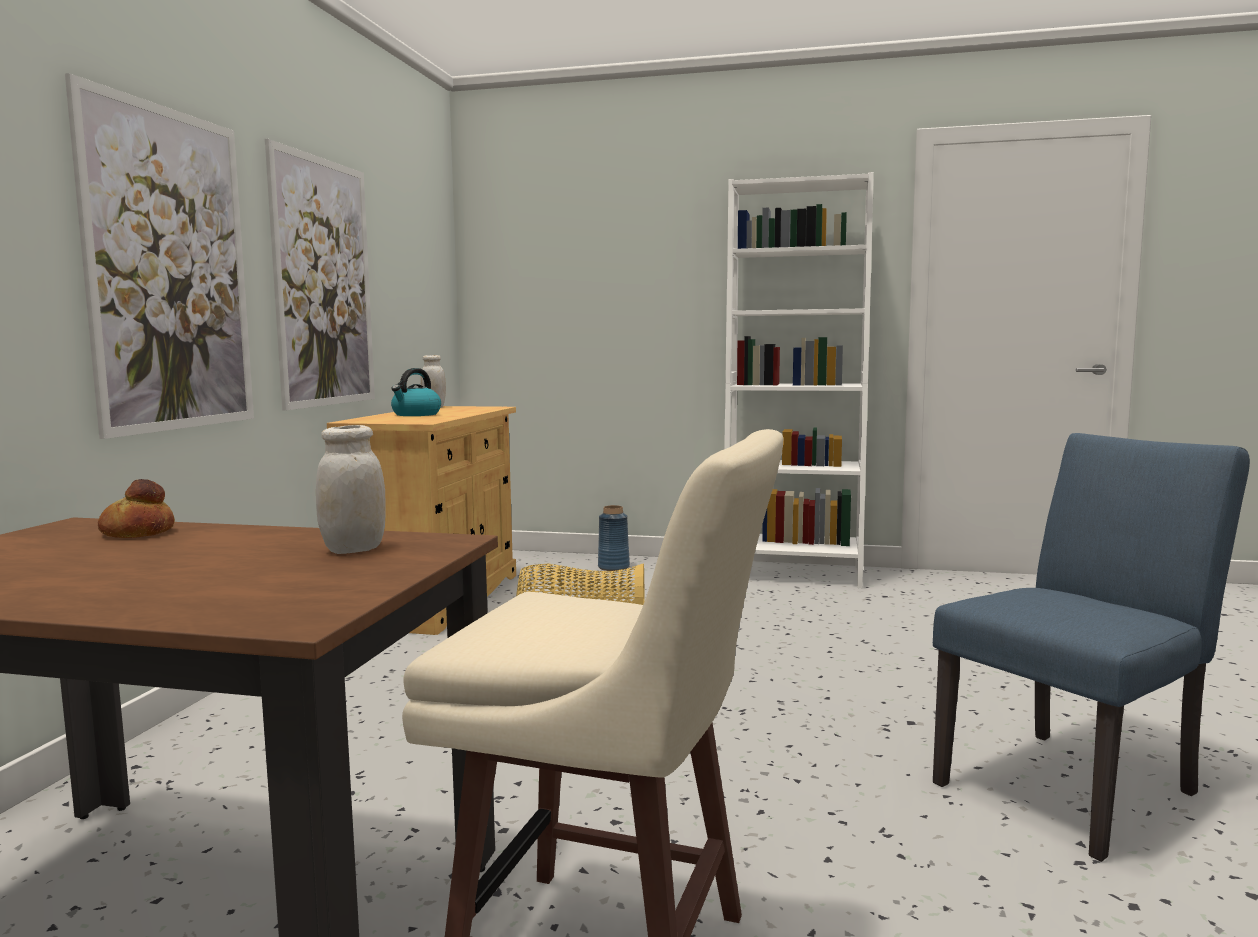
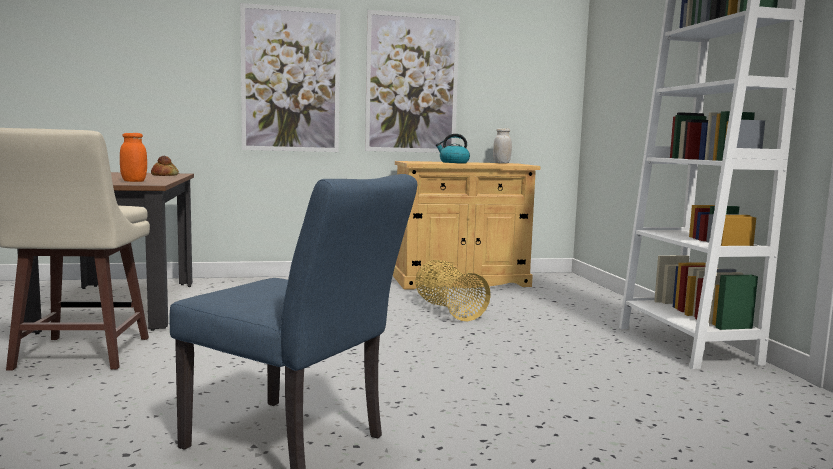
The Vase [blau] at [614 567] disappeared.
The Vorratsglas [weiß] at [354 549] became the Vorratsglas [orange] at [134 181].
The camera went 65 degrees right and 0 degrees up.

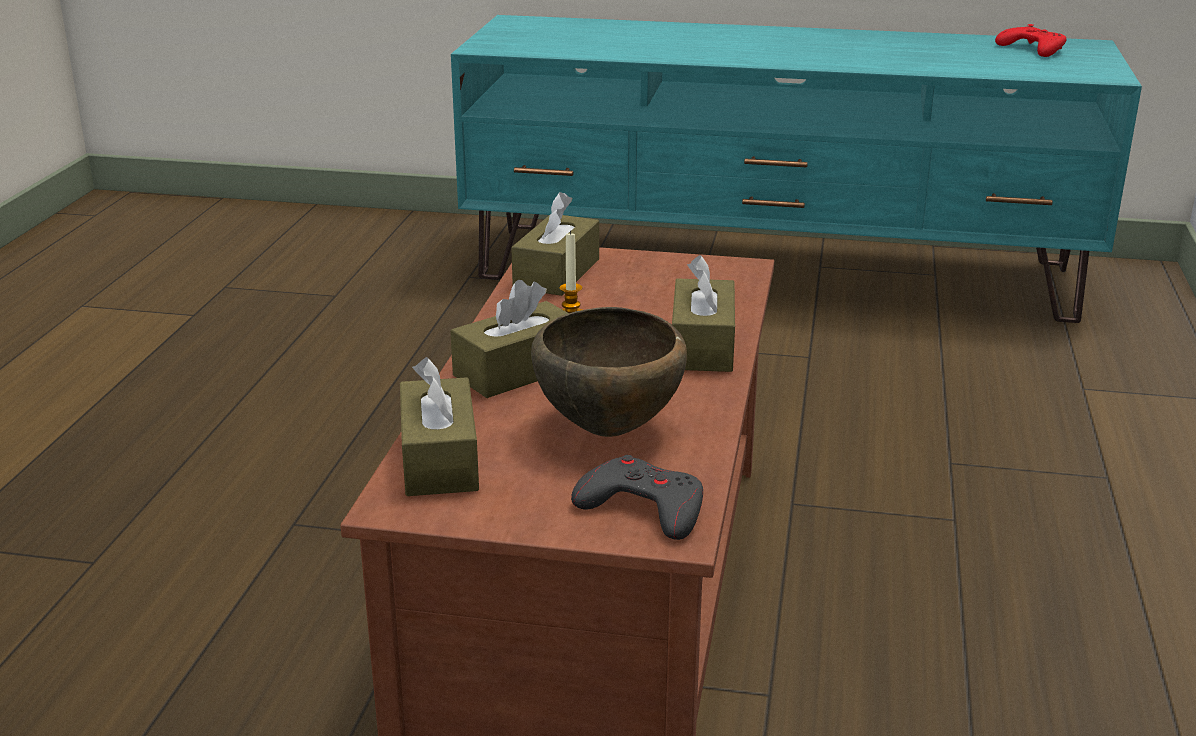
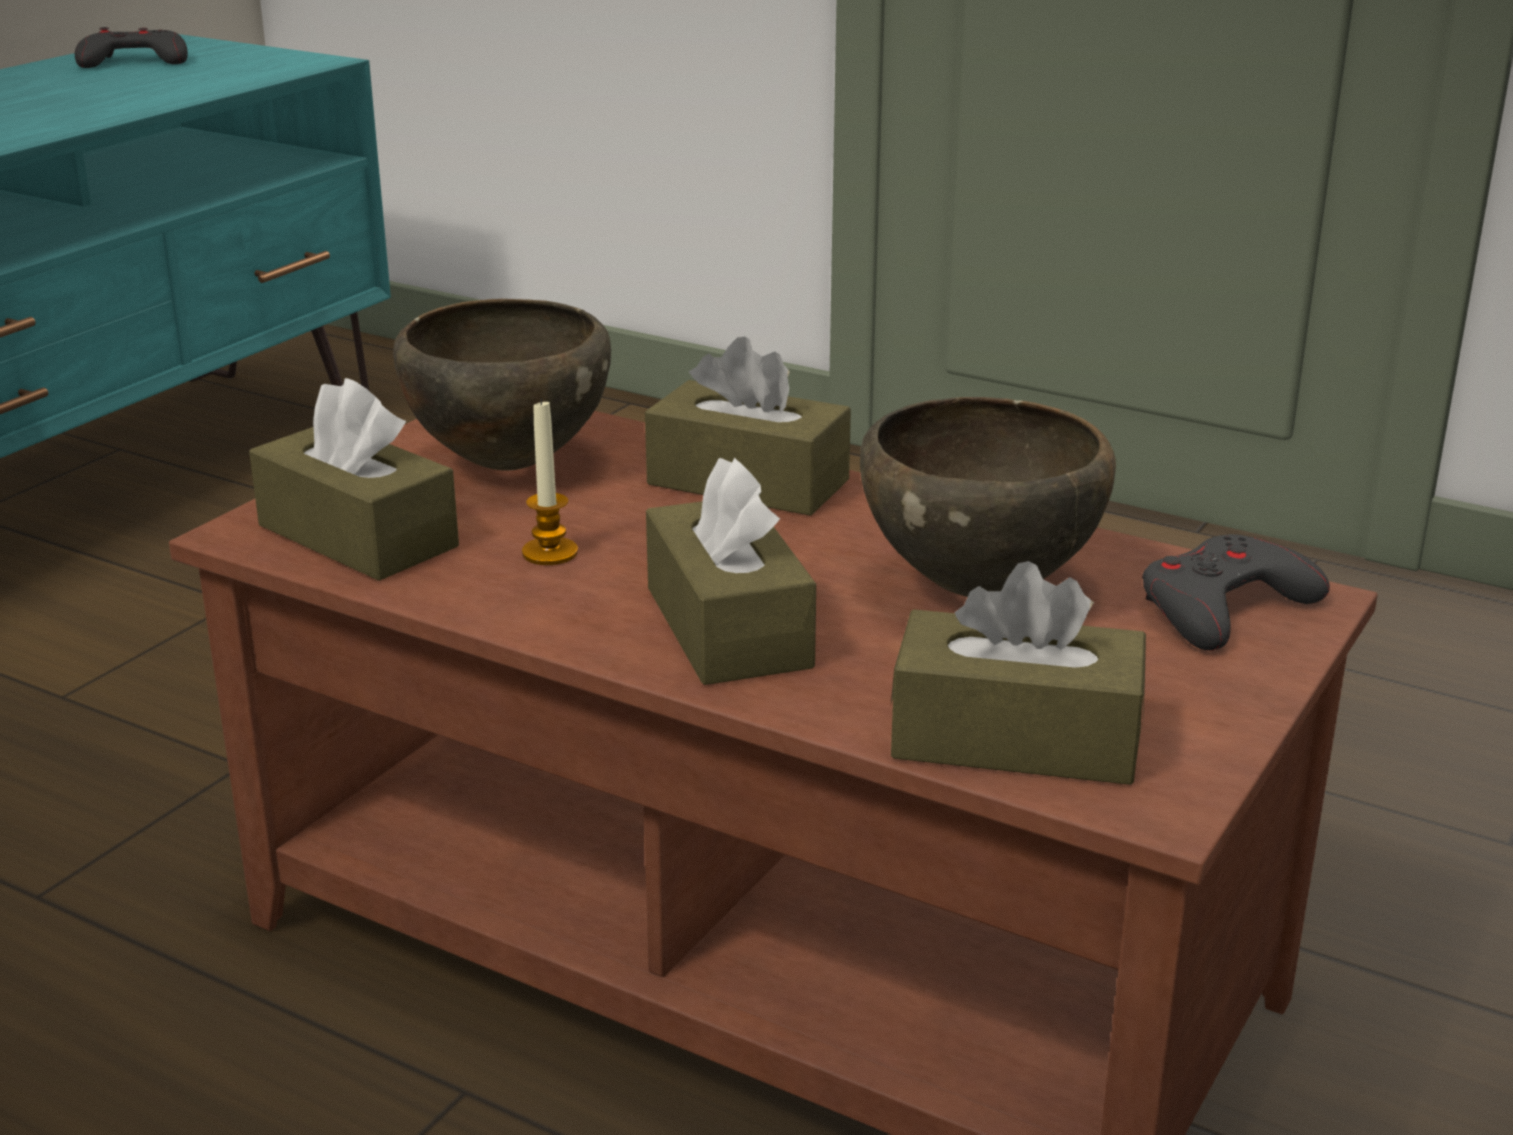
The Schüssel [braun] at [507 465] appeared.
The Gamepad [rot] at [1032 48] became the Gamepad [grau] at [133 61].
The camera went 70 degrees left and 0 degrees up.

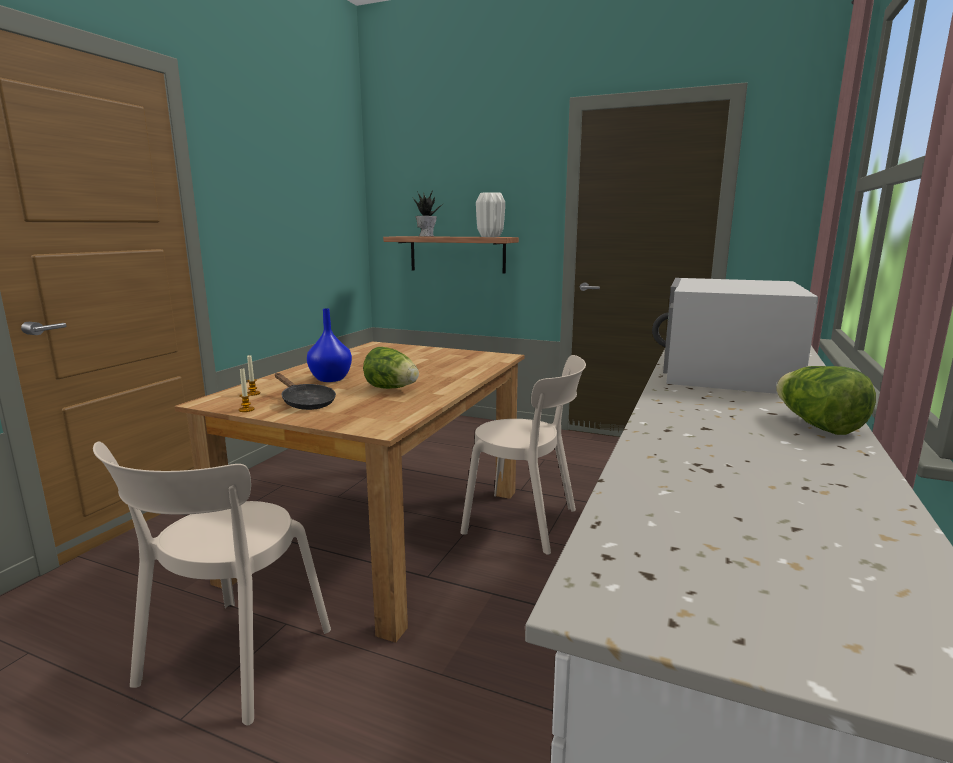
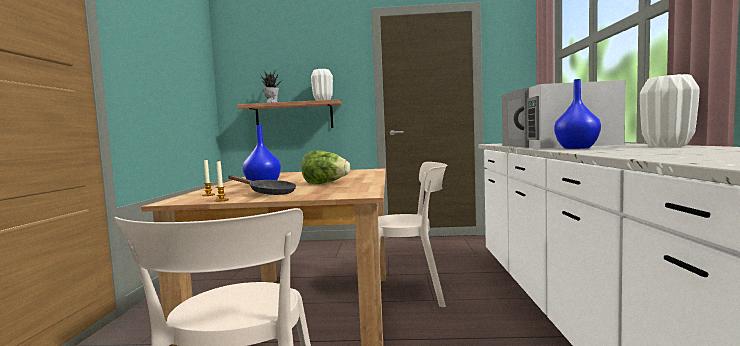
The Vase [blau] at [577 148] appeared.
The Salatkopf at [817 426] was replaced by the Vase [weiß] at [667 146].
The camera went 20 degrees left and 10 degrees down.

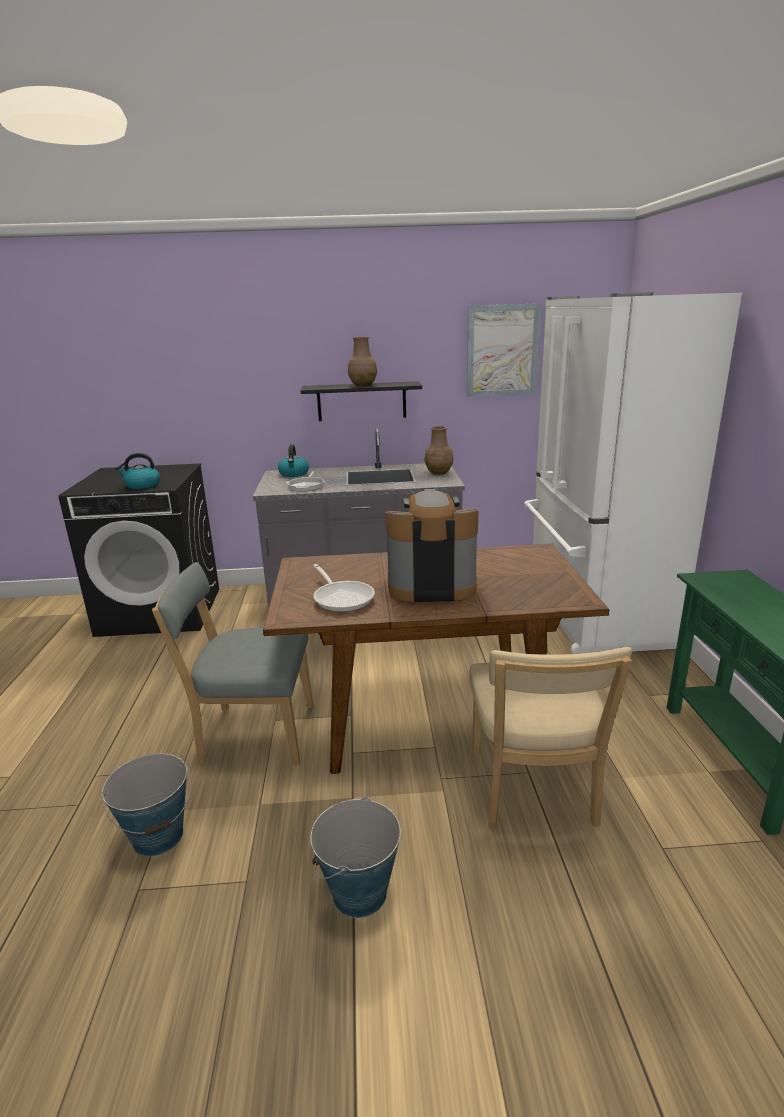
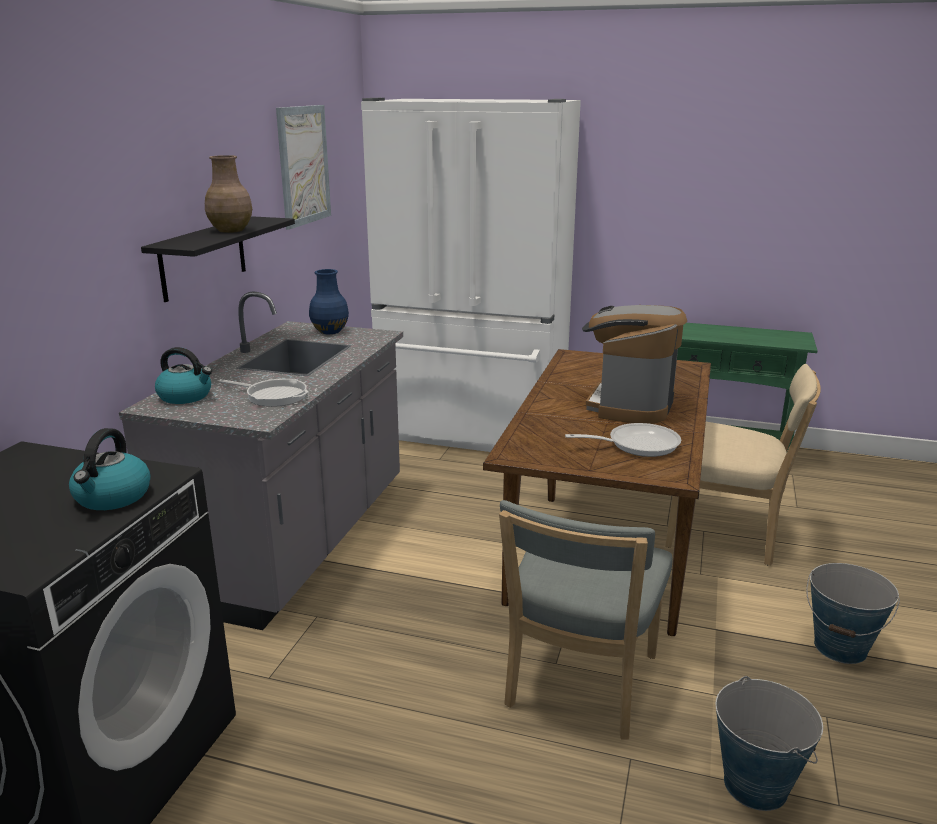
The Vase [braun] at [439 472] became the Vase [blau] at [330 331].
The camera went 70 degrees left and 0 degrees up.

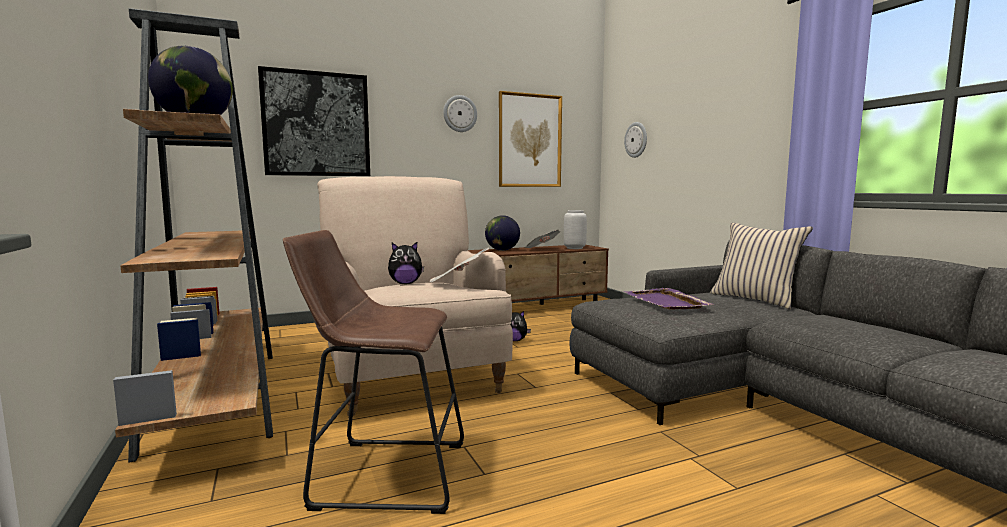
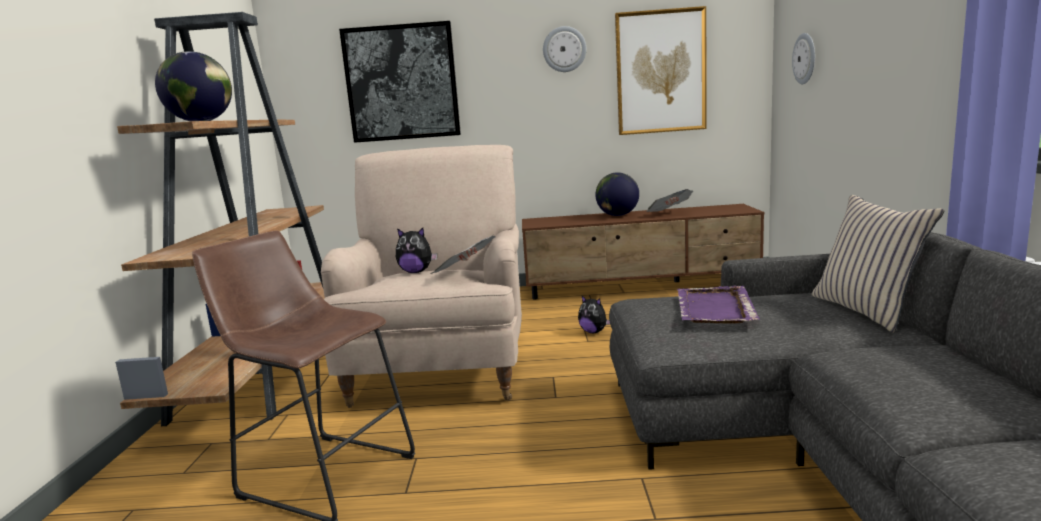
The Vase [grau] at [575 248] disappeared.
The camera went 25 degrees right and 5 degrees up.

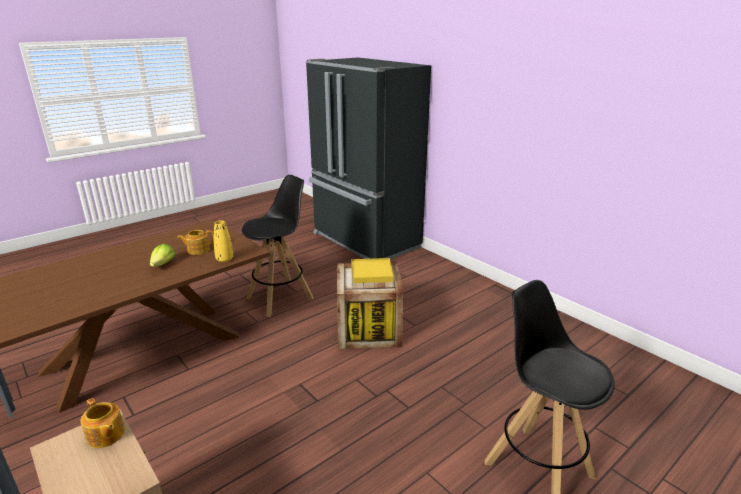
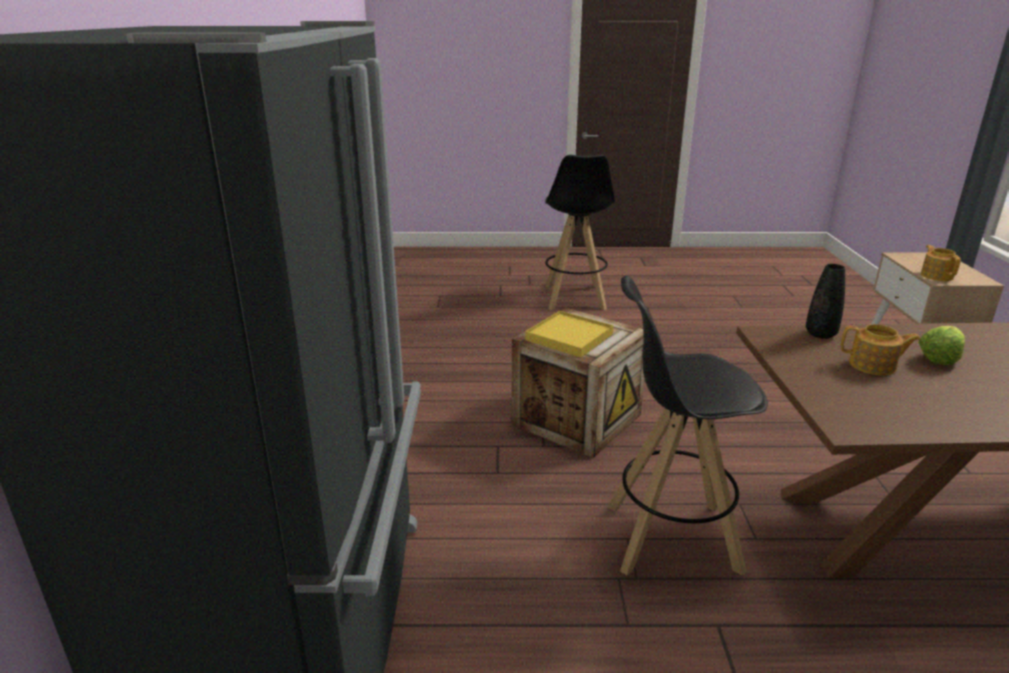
The Vase [gelb] at [224 259] became the Vase [schwarz] at [820 334].
The camera went 140 degrees left and 0 degrees up.

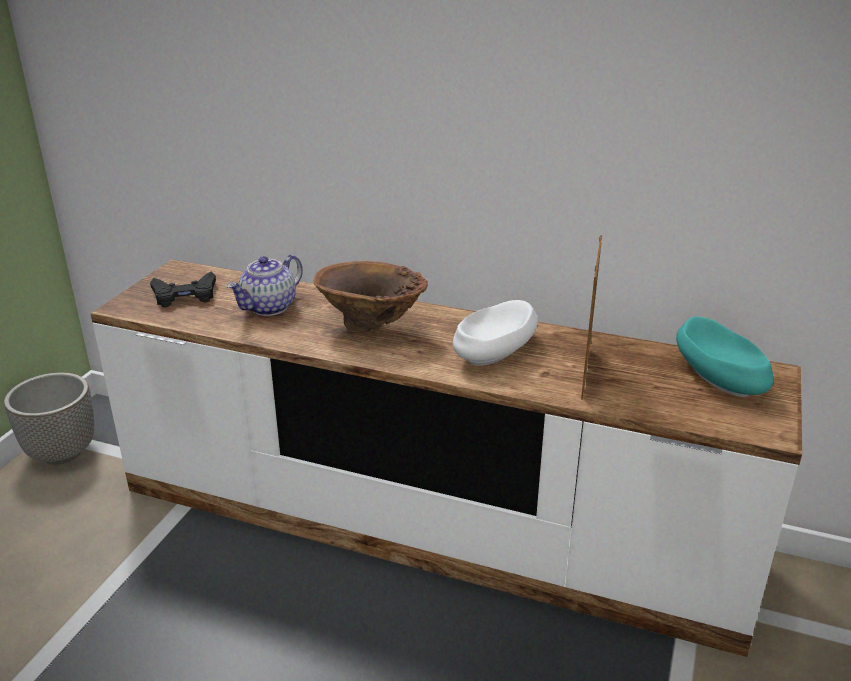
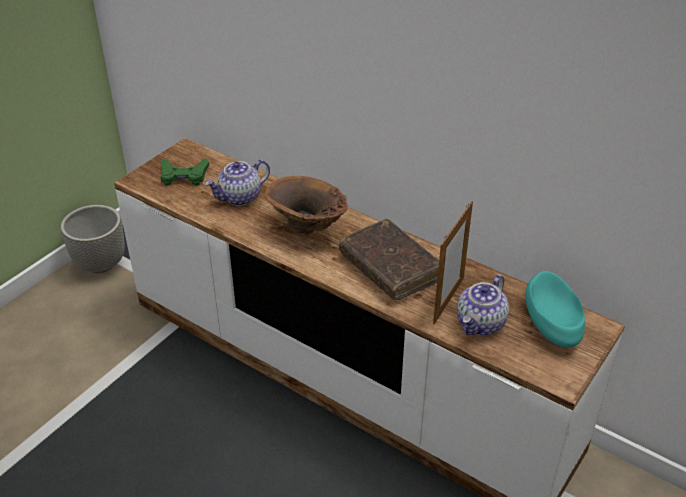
The Teekanne at [481 324] appeared.
The Schüssel [weiß] at [495 351] was replaced by the Buch [braun] at [390 268].
The Gamepad [schwarz] at [185 295] became the Gamepad [grün] at [183 176].
The camera went 15 degrees right and 10 degrees up.

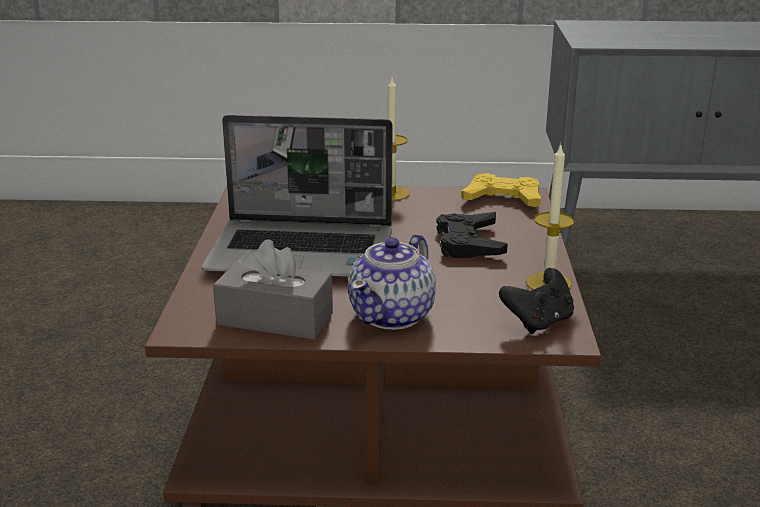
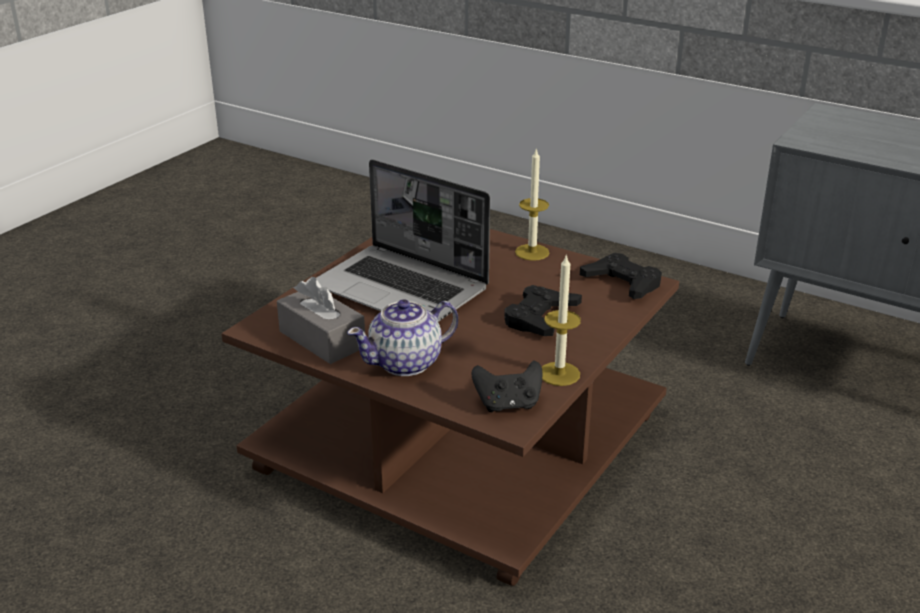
The Gamepad [gelb] at [503 199] became the Gamepad [schwarz] at [622 283].
The camera went 30 degrees right and 5 degrees up.

